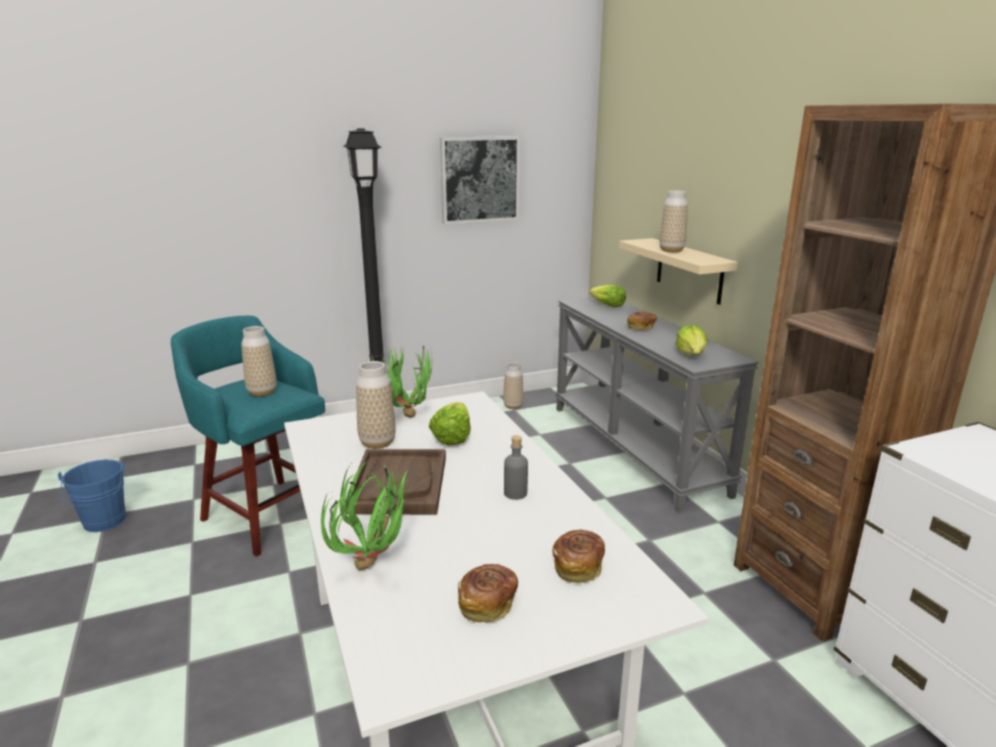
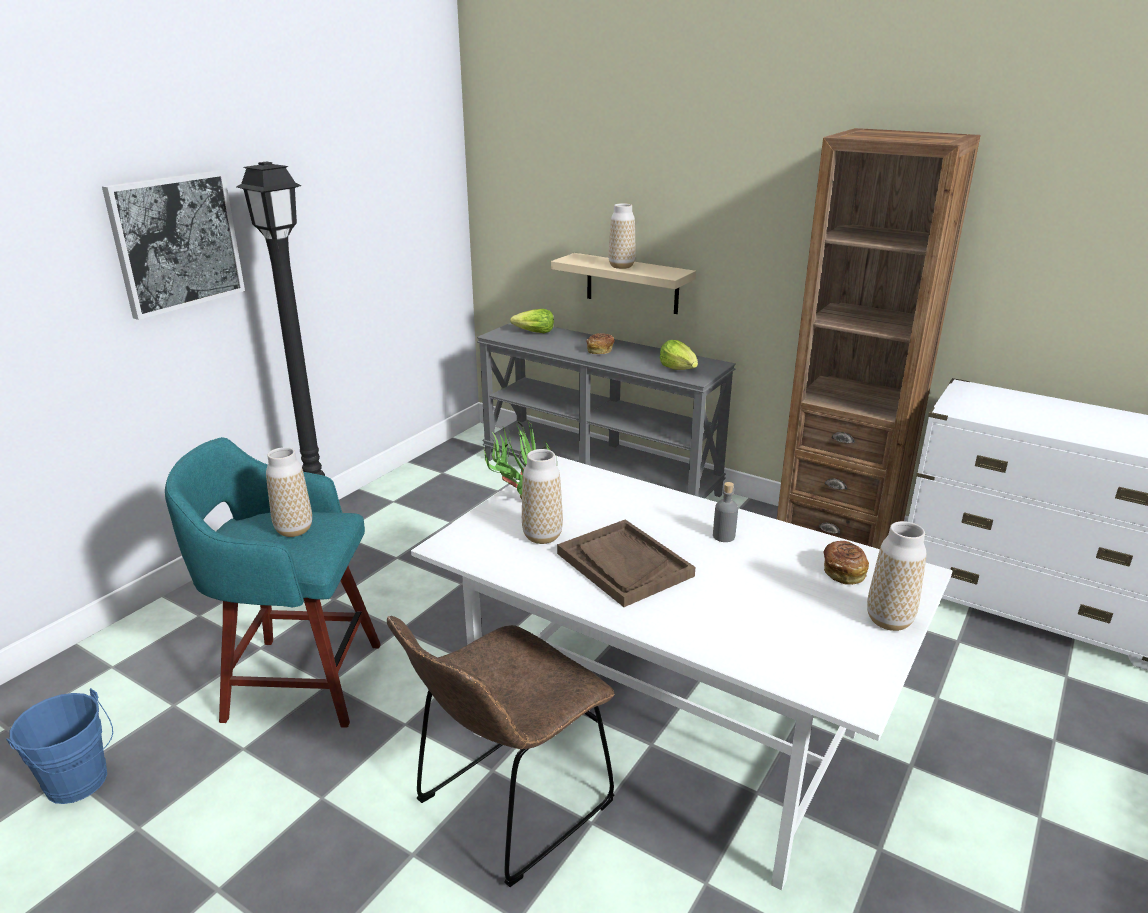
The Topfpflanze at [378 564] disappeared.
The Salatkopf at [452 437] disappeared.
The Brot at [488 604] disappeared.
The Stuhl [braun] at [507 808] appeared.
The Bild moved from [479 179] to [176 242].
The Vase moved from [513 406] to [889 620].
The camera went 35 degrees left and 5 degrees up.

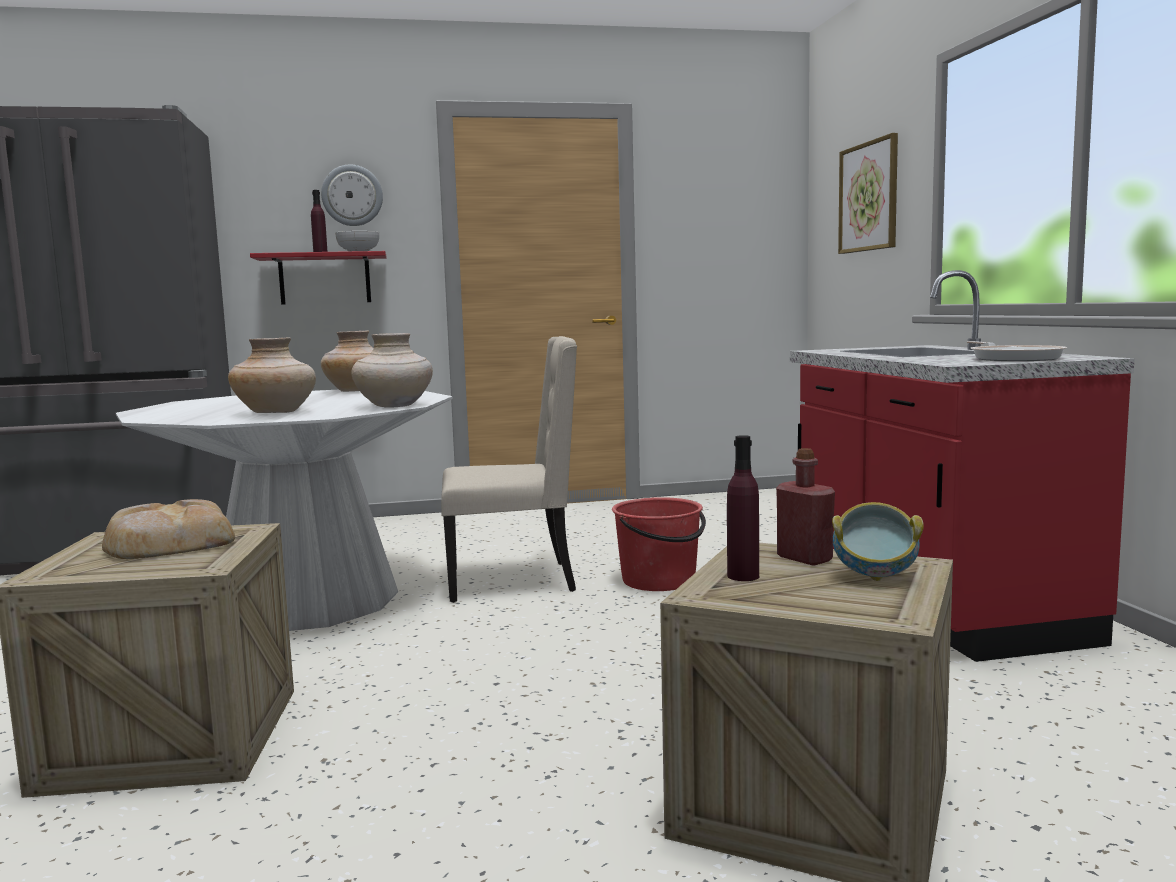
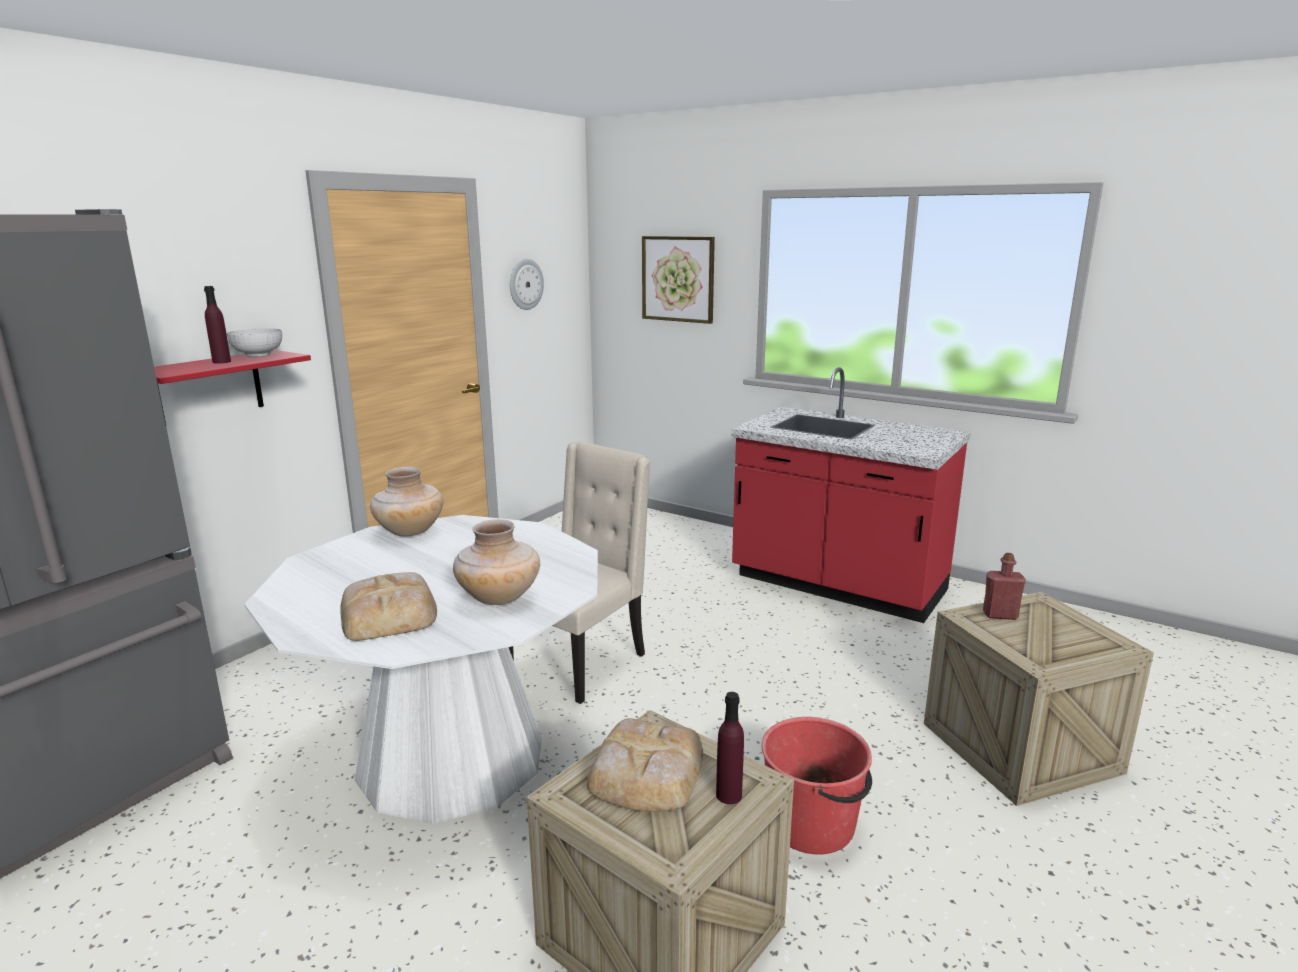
The Vase [beige] at [394 406] disappeared.
The Schüssel at [874 577] disappeared.
The Pfanne at [1014 358] disappeared.
The Brot at [390 614] appeared.
The Wanduhr moved from [352 195] to [525 284].
The Eimer [rot] moved from [659 581] to [812 824].
The Flasche [lila] moved from [743 576] to [728 795].
The camera went 45 degrees left and 10 degrees up.

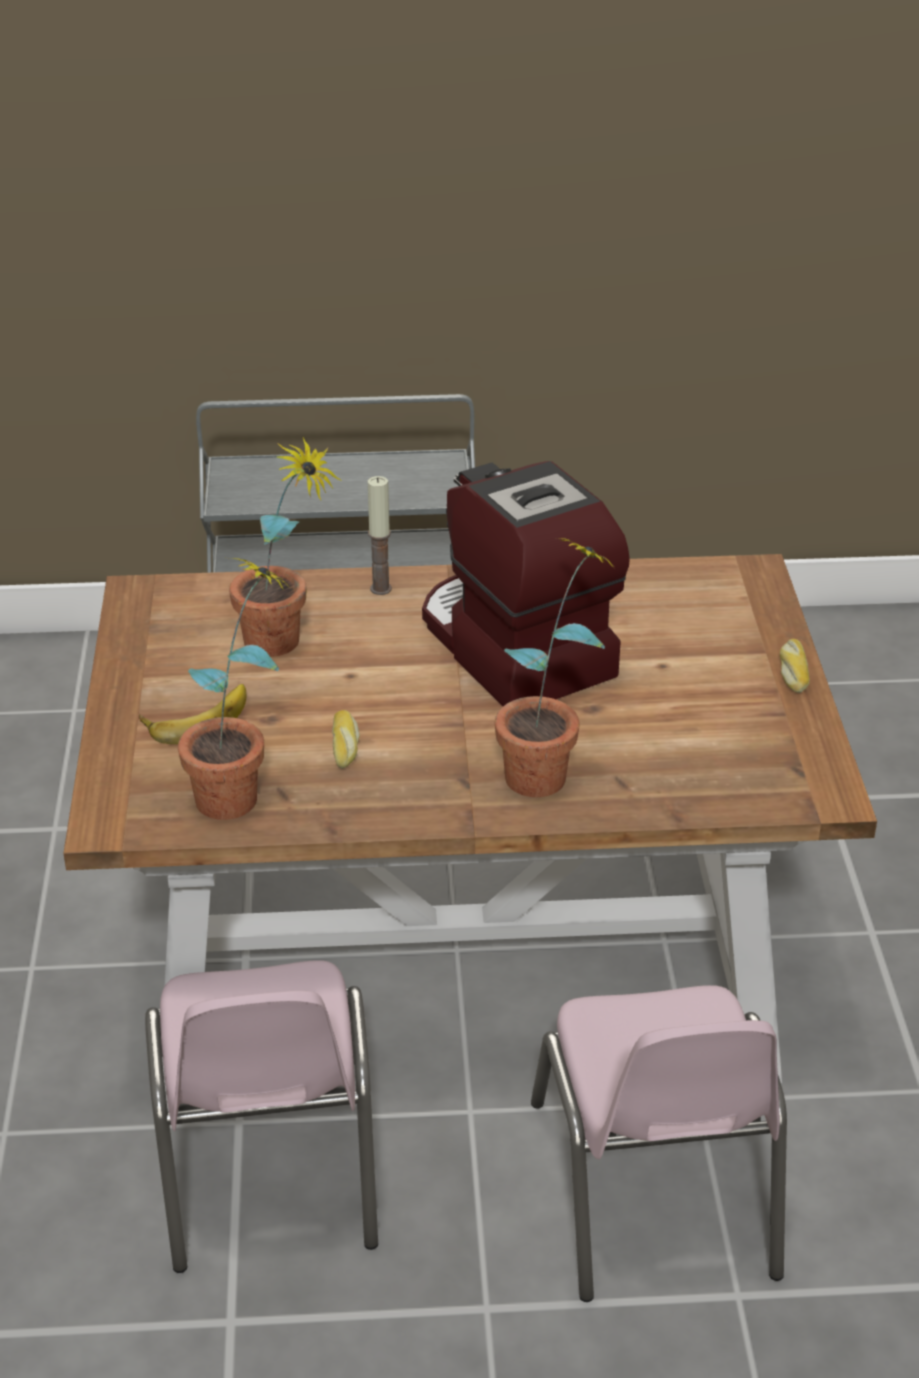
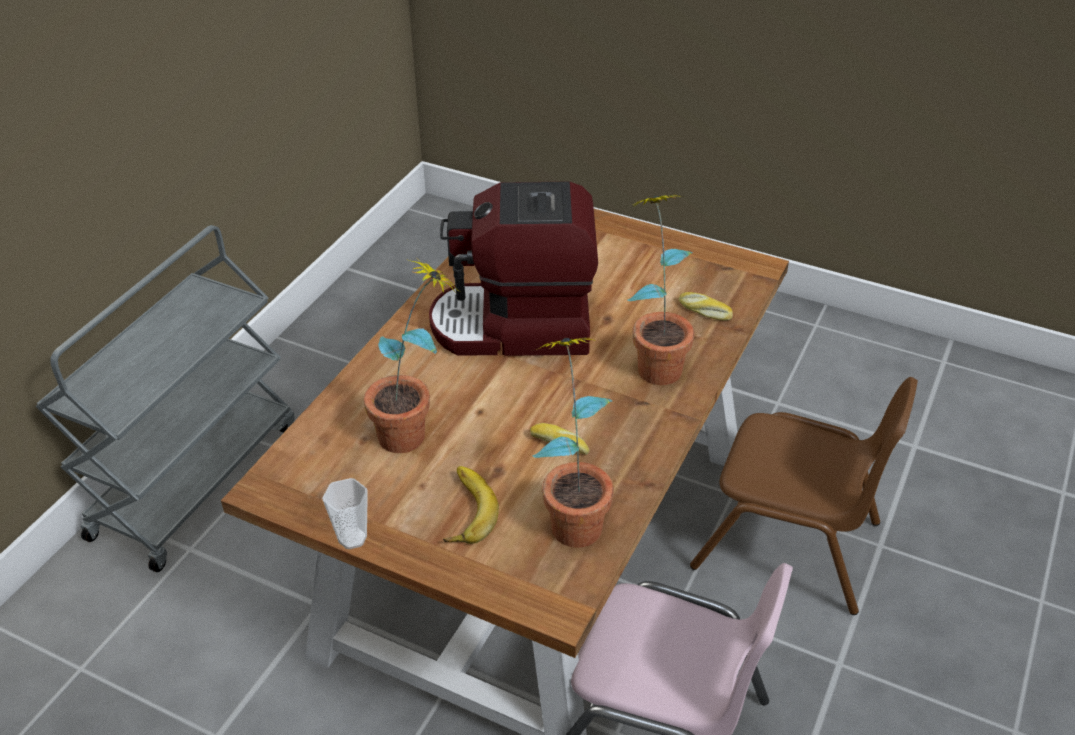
The Kerze at [380 589] disappeared.
The Tasse at [352 538] appeared.
The Brot moved from [792 671] to [704 312].
The Stuhl [rosa] at [654 1189] became the Stuhl [braun] at [787 544].
The camera went 60 degrees left and 5 degrees up.

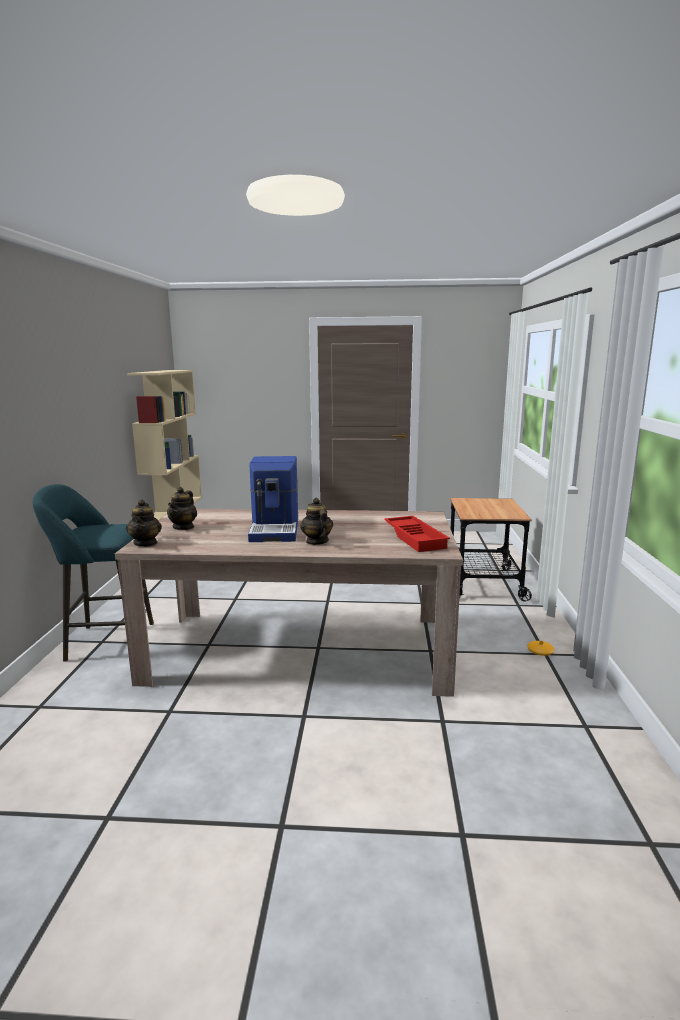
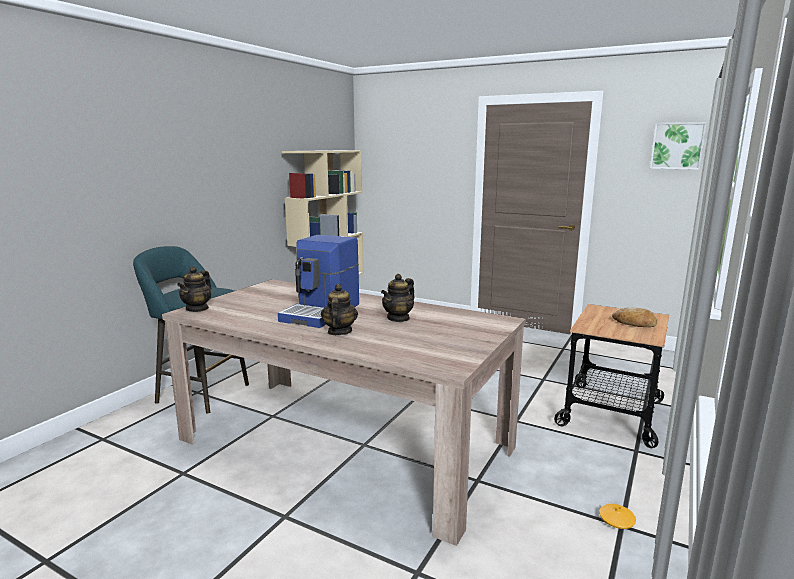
The Tablett [rot] at [416 538] disappeared.
The Brot at [634 323] appeared.
The Bild at [677 146] appeared.
The Teekanne moved from [183 527] to [398 318].
The camera went 25 degrees right and 0 degrees up.

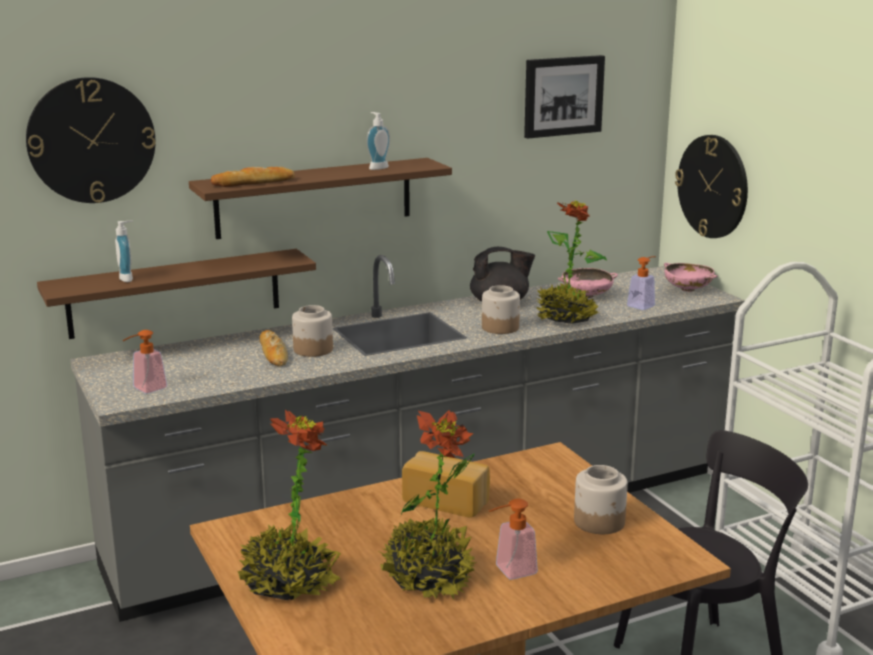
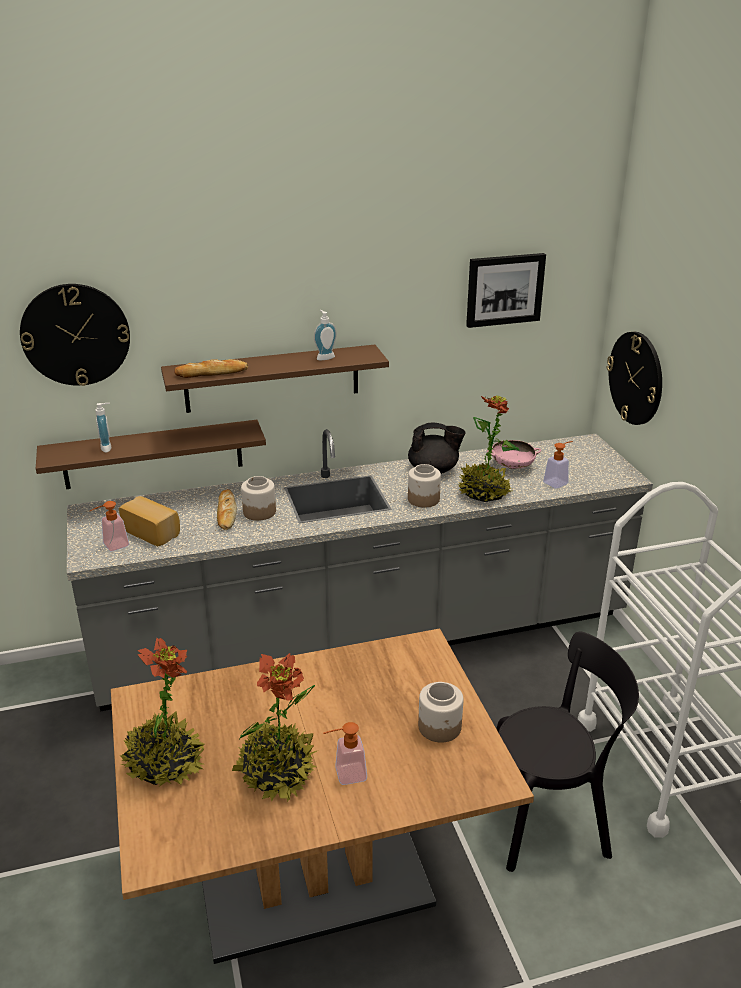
The Schüssel [rosa] at [688 289] disappeared.
The Brot moved from [447 500] to [153 531].
The camera went 10 degrees right and 10 degrees up.

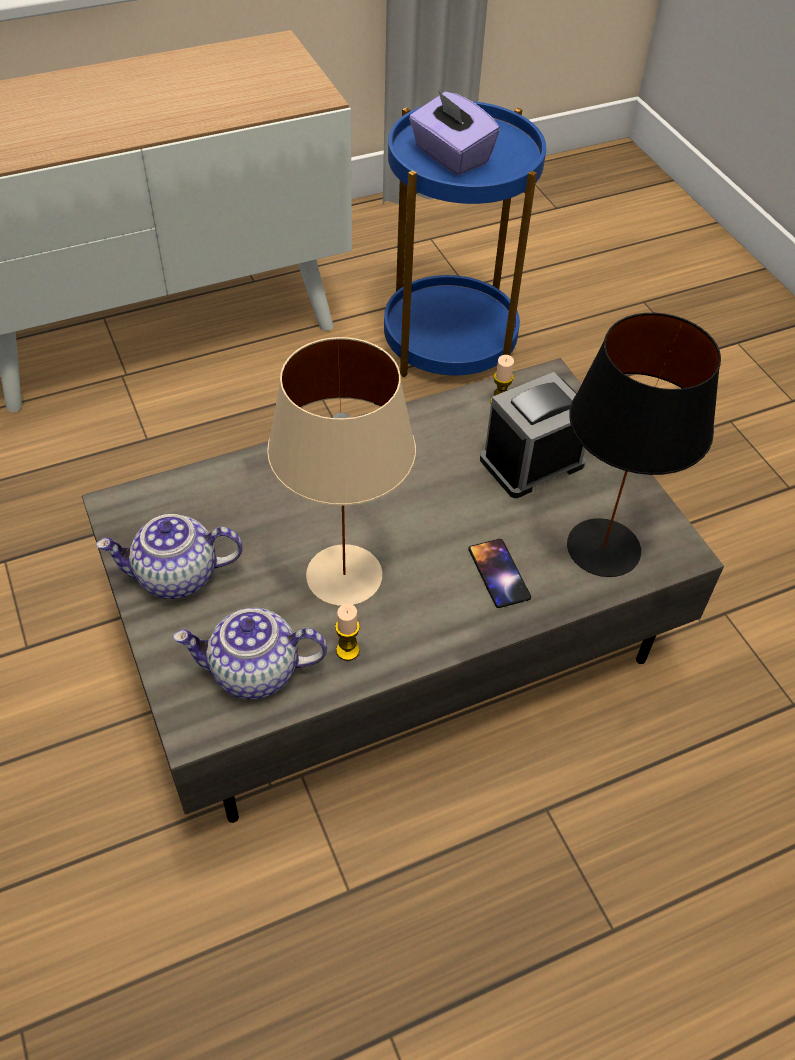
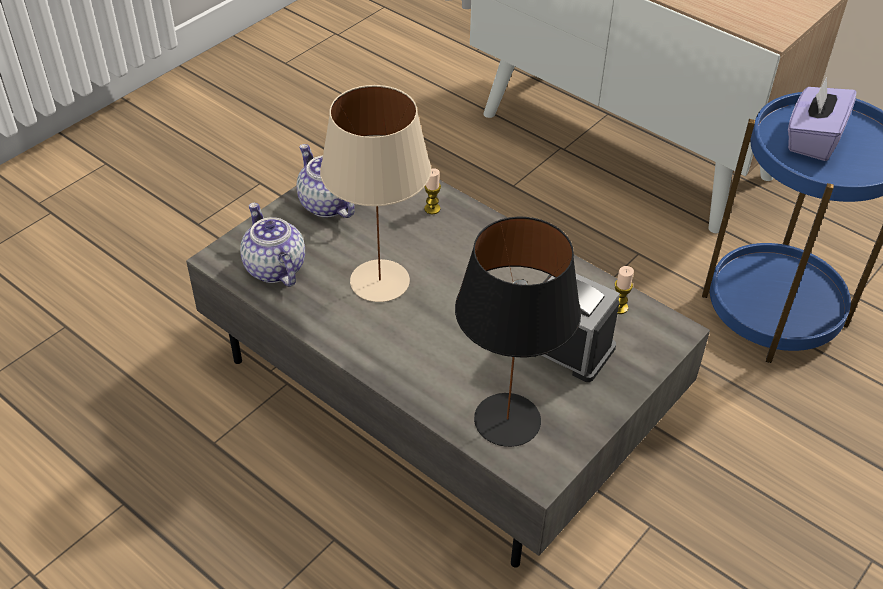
The Handy at [498 573] disappeared.
The Kerze moved from [347 650] to [432 209].
The camera went 65 degrees right and 5 degrees down.

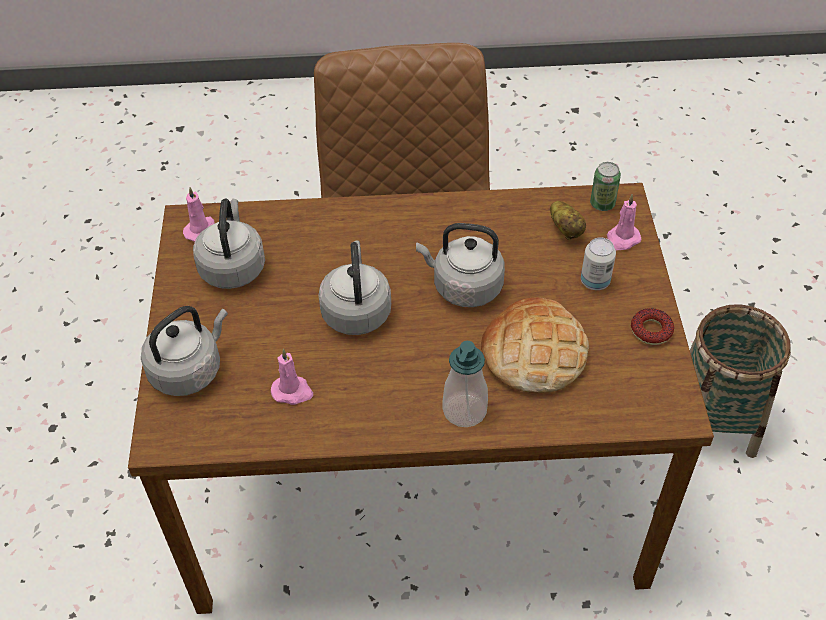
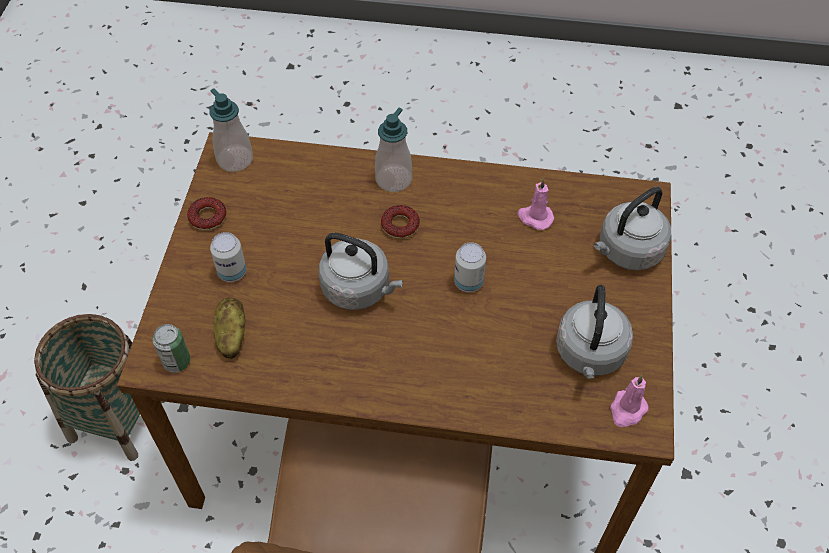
The Brot at [534 352] disappeared.
The Kerze [rosa] at [622 239] disappeared.
The Seifenspender at [235 159] appeared.
The Donut at [400 225] appeared.
The Wasserkessel [grau] at [356 311] was replaced by the Dose at [468 282].
The camera went 170 degrees left and 5 degrees up.

